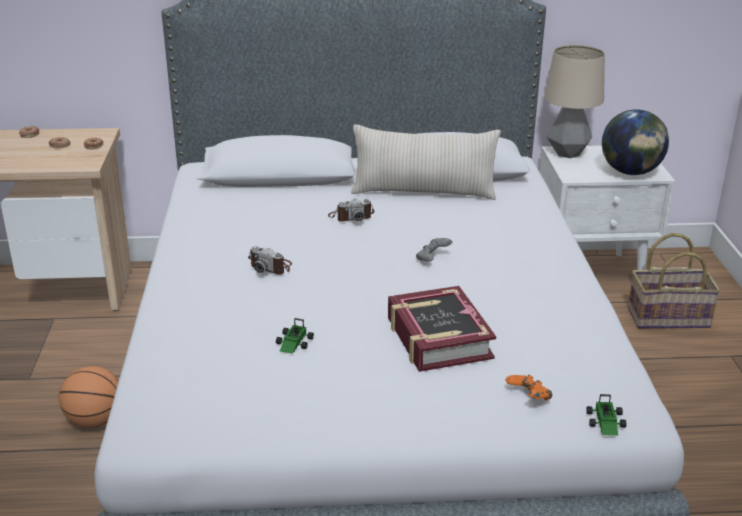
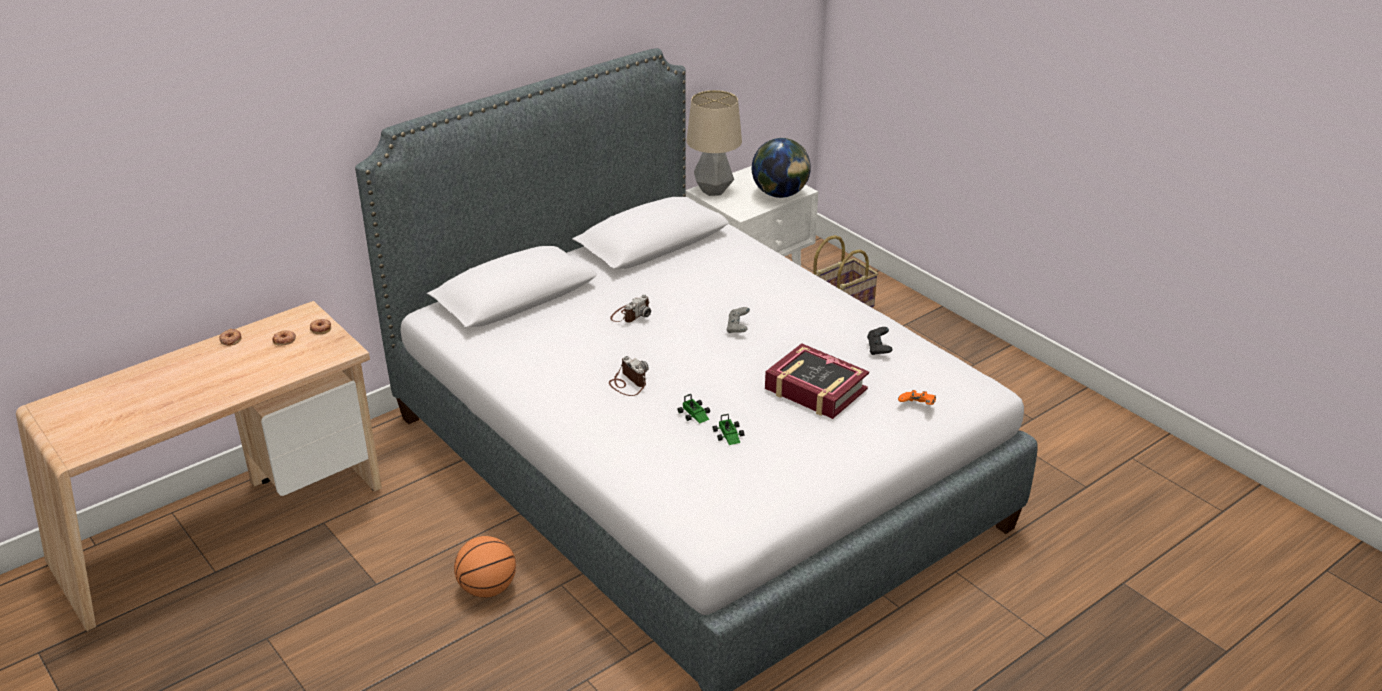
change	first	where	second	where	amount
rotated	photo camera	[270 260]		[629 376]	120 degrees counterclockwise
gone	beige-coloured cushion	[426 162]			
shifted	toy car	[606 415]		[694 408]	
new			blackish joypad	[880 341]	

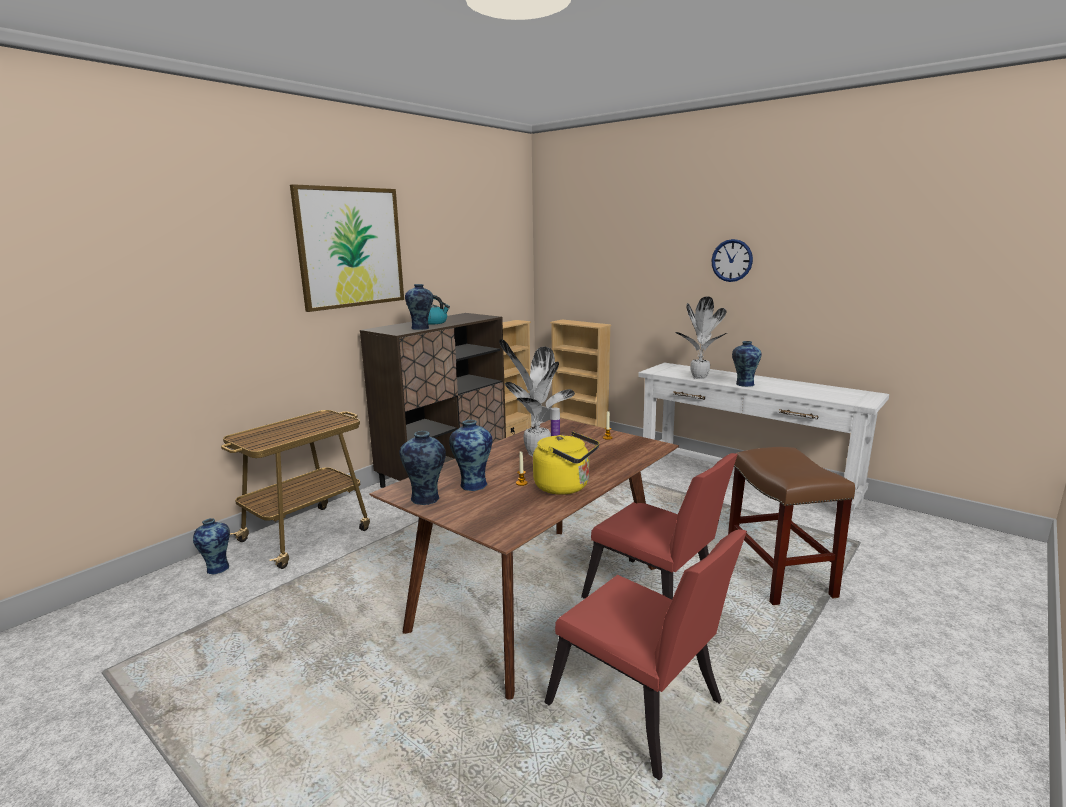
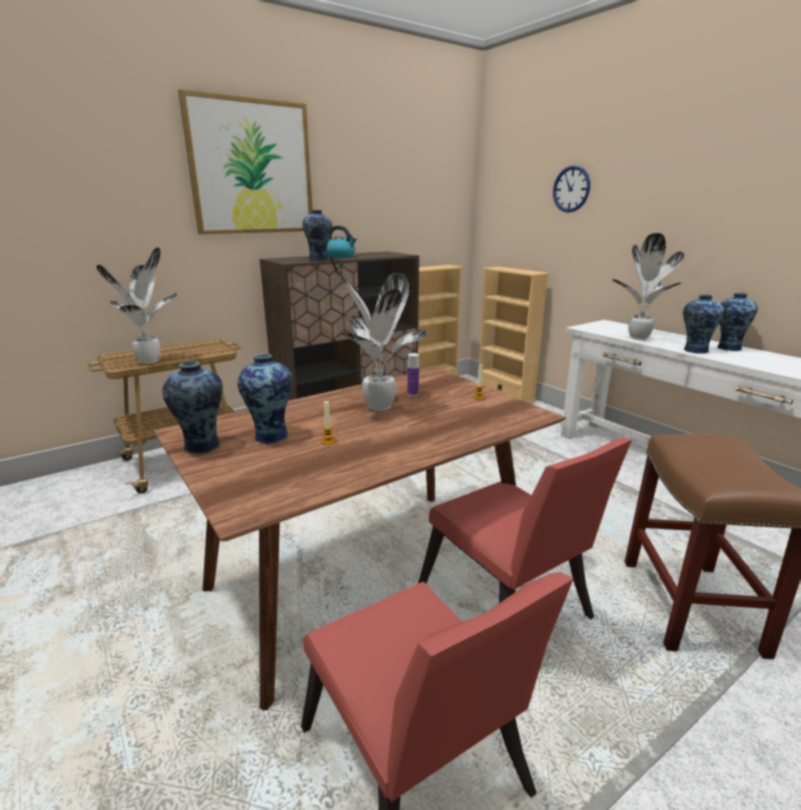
change	first	where	second	where	amount
shifted	decorative vase	[211 546]		[737 322]	
gone	yellow-coloured kettle	[566 463]			
shifted	hanging clock	[732 260]		[571 188]	
new			potted plant	[137 306]	

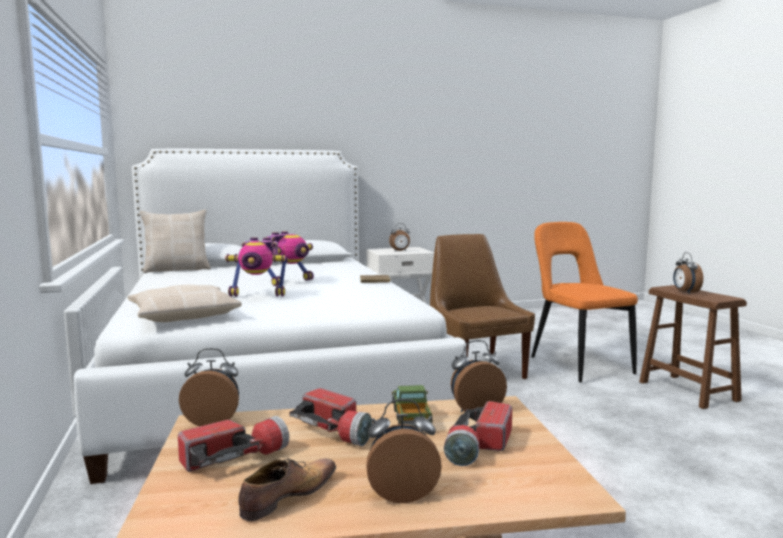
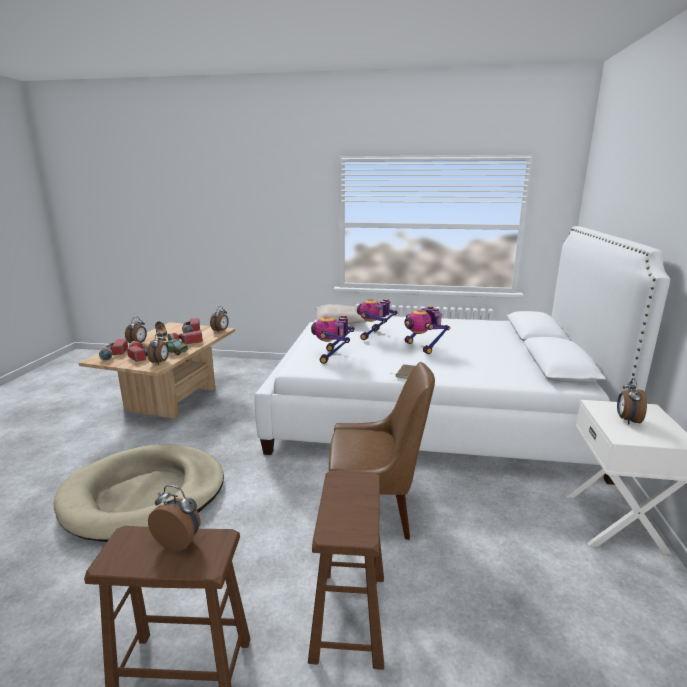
change	first	where	second	where	amount
gone	beige-coloured cushion	[175 241]			
swapped	orange plain chair	[584 302]	brownish stool	[346 570]	
new			beige-coloured pet bed	[139 493]	
new			hand torch	[113 350]	
new			toy robot	[333 339]	

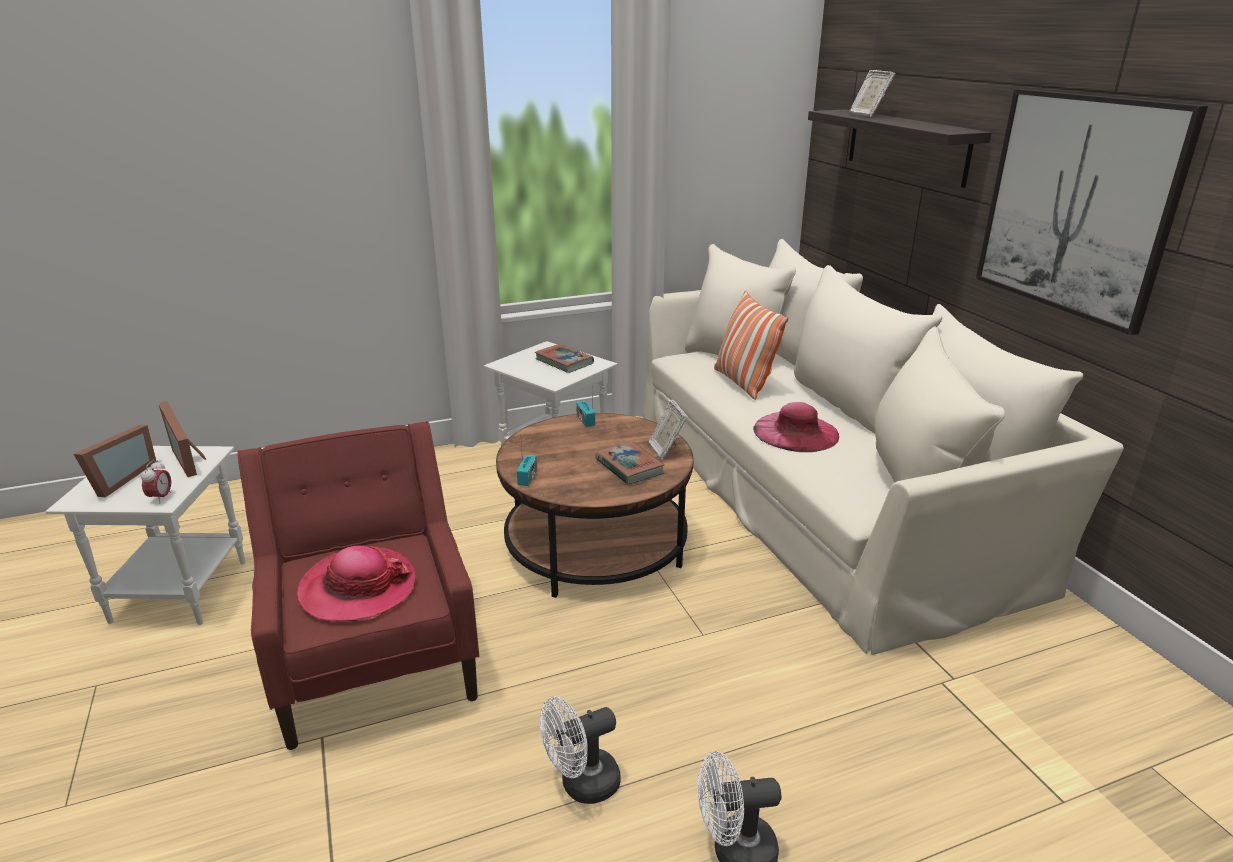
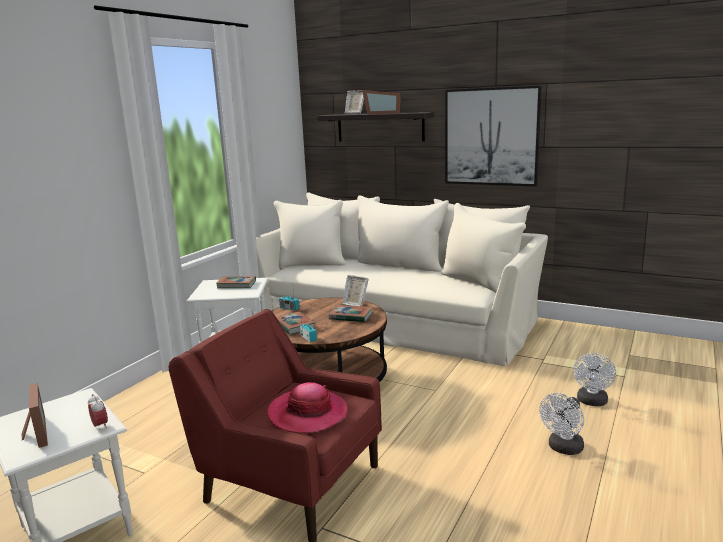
change	first	where	second	where	amount
shifted	photo frame	[182 439]		[381 102]	
shifted	white-coloured cooling fan	[580 750]		[594 379]	
gone	cushion	[751 345]			
gone	pink clothing hat	[796 427]			
new			volume	[295 323]	

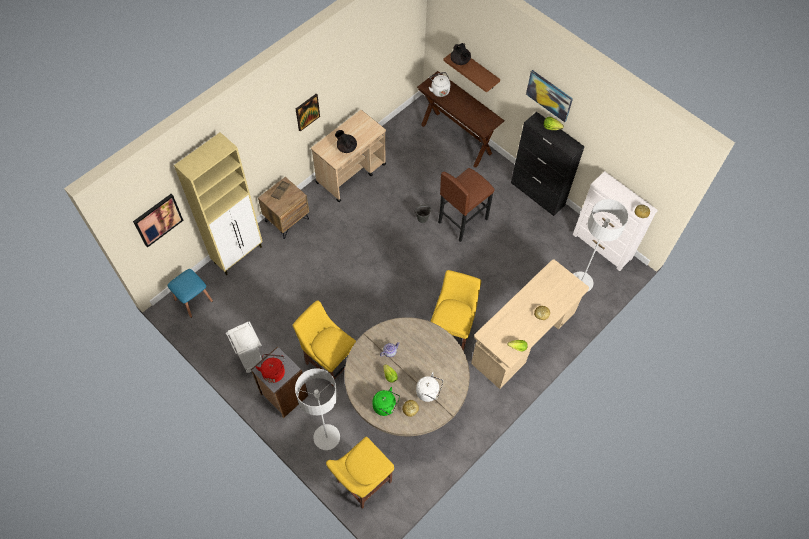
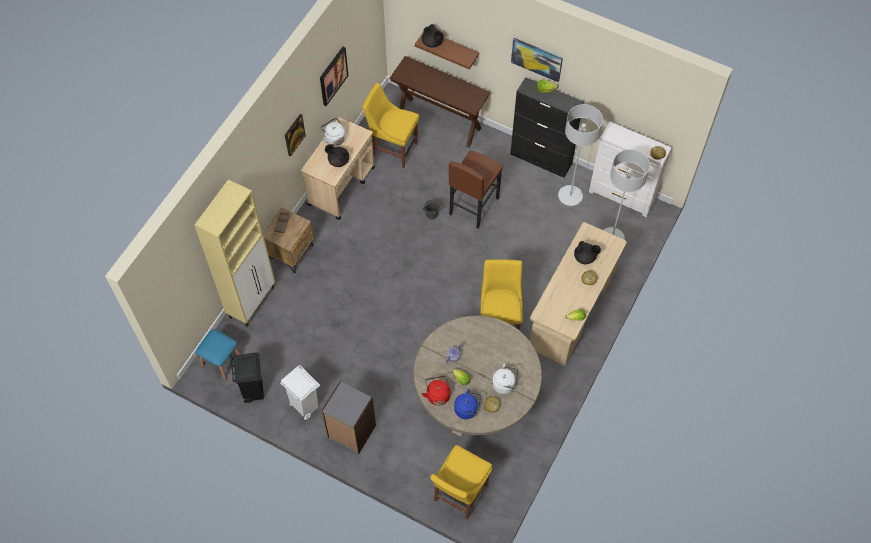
change	first	where	second	where	amount
shifted	wall picture	[158 221]		[334 76]	
shifted	red-coloured kettle	[270 368]		[436 391]	
shifted	yellow-coloured plain chair	[324 343]		[390 125]	
shifted	grey standing lamp	[317 409]		[580 155]	
repainted	greenish kettle	[386 401]	blue kettle	[467 404]	
shifted	white-coloured kettle	[439 84]		[333 132]	
new			blackish waste bin	[247 377]	
new			blackish tea pot	[587 252]	

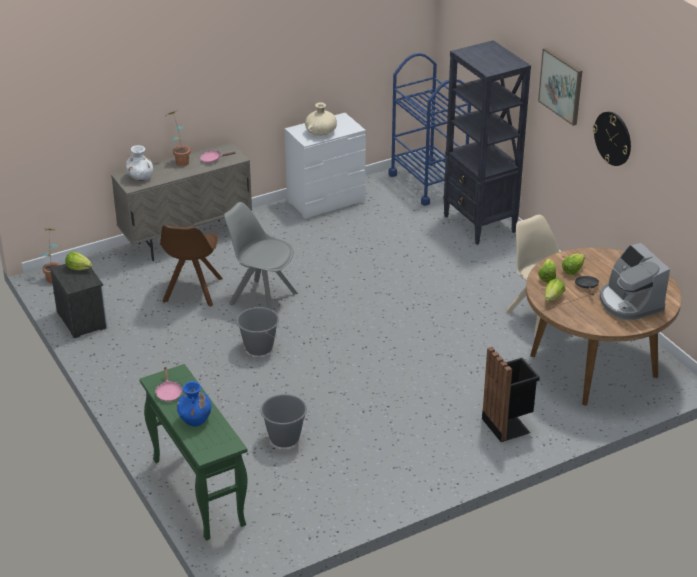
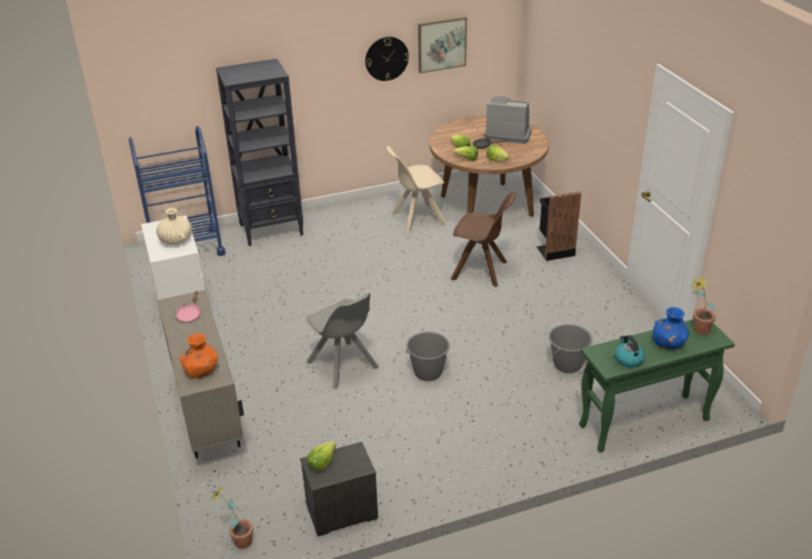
change	first	where	second	where	amount
repainted	white-coloured decorative vase	[139 163]	orange decorative vase	[198 355]	
swapped	pink pan	[168 384]	kettle	[630 351]	
shifted	brownish plain chair	[191 266]		[483 239]	
shifted	potted plant	[179 138]		[703 305]	
rotated	grey plain chair	[261 256]		[342 341]	75 degrees counterclockwise
shifted	wall picture	[560 86]		[442 45]	
rotated	coffee maker	[635 281]		[508 120]	150 degrees counterclockwise

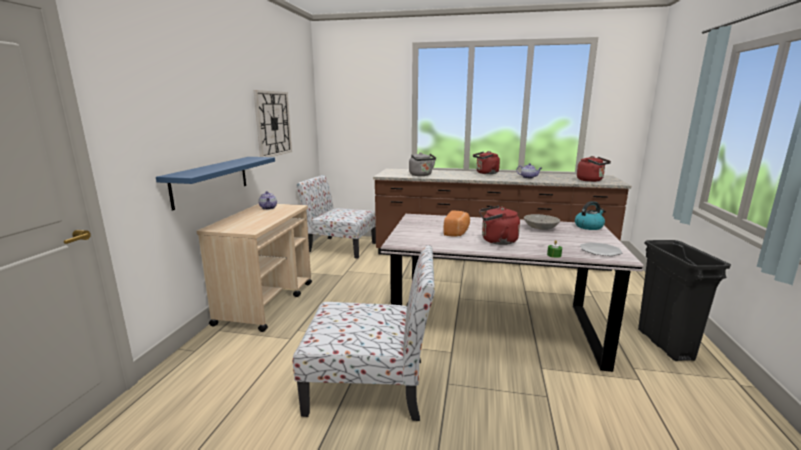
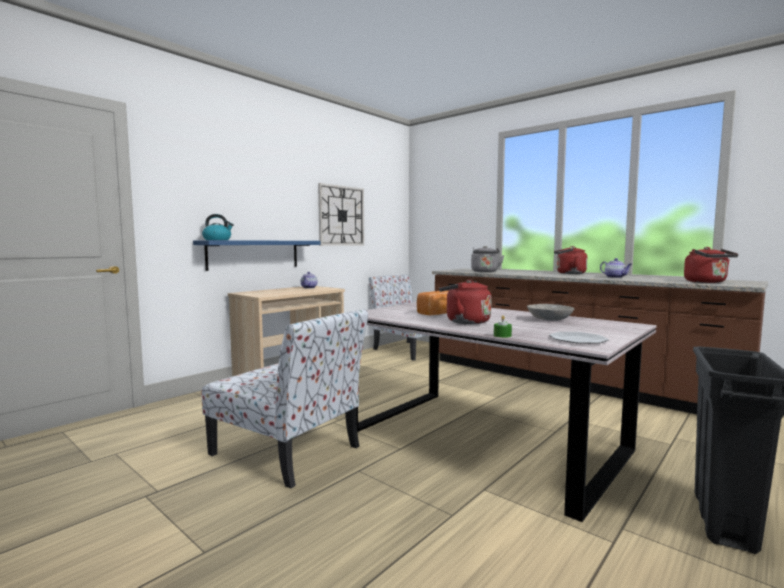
change	first	where	second	where	amount
shifted	kettle	[590 215]		[218 227]	

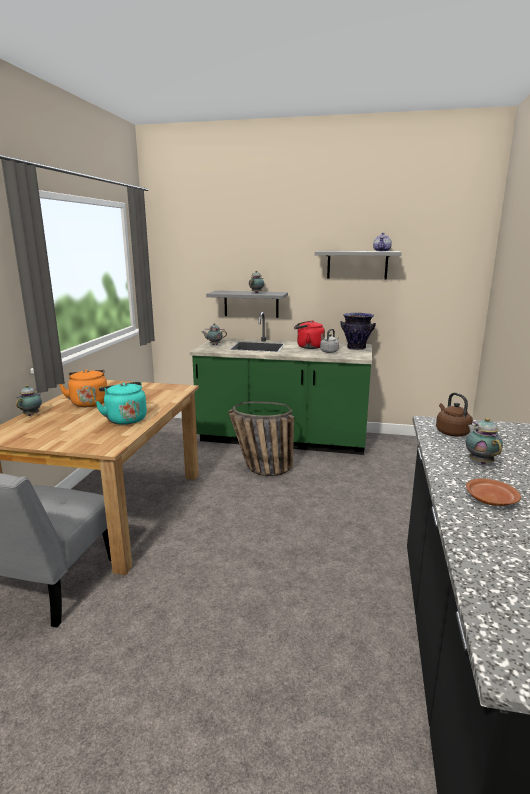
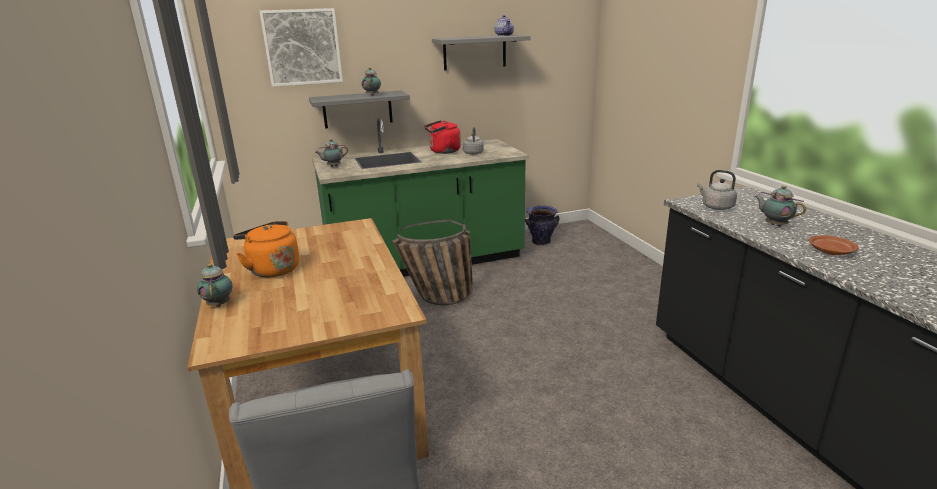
change	first	where	second	where	amount
gone	turquoise kettle	[121 403]			
shifted	decorative vase	[358 331]		[542 225]	
repainted	brownish kettle	[454 414]	grey kettle	[717 190]	
new			wall picture	[301 47]	

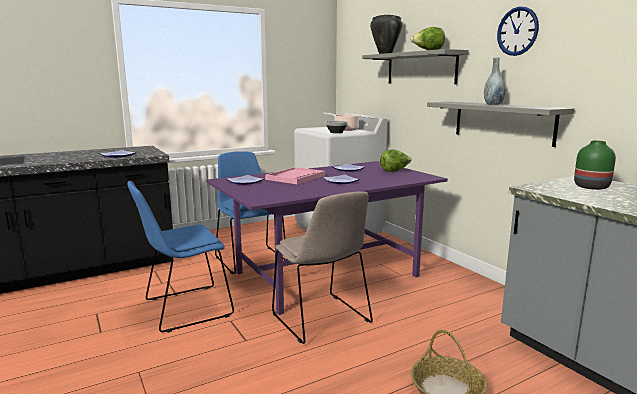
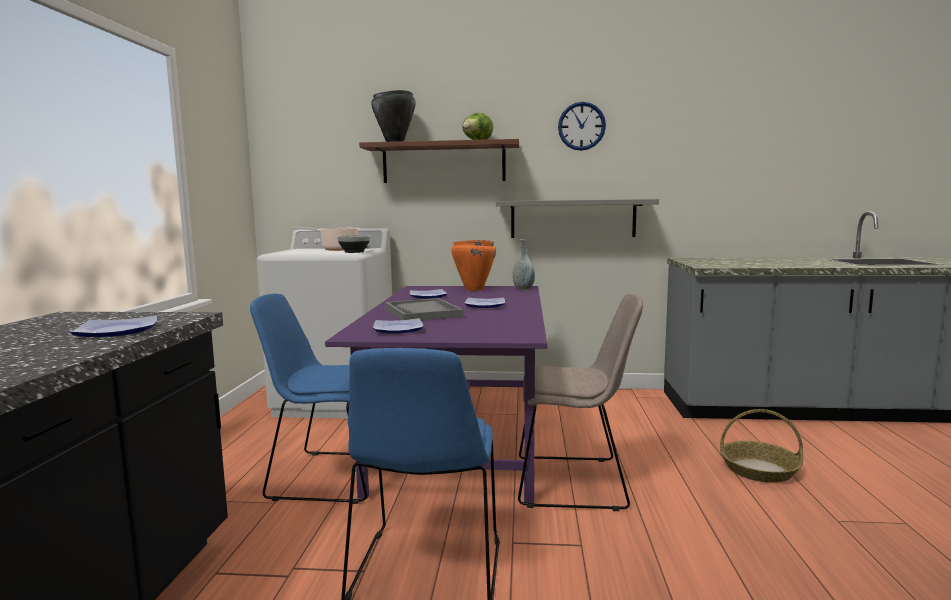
change	first	where	second	where	amount
repainted	pink serving tray	[295 175]	grey serving tray	[424 309]	
repainted	grey shelf	[415 66]	brownish shelf	[439 161]	
swapped	lettuce head	[396 161]	orange cooking pot	[473 265]	
shifted	grey decorative vase	[494 81]		[524 264]	
gone	greenish decorative vase	[595 165]			

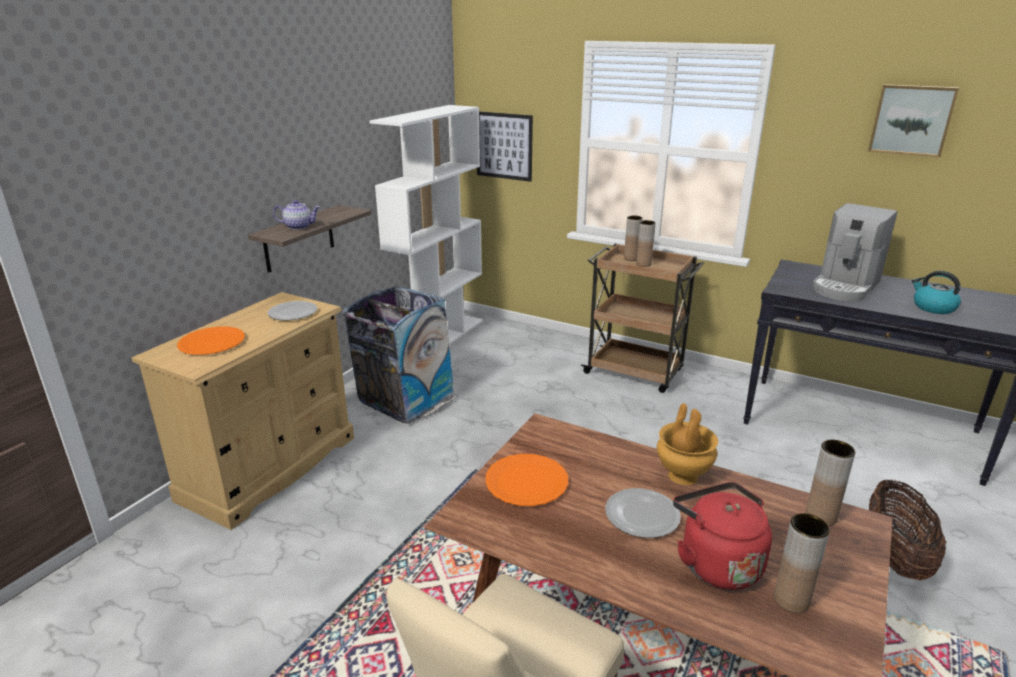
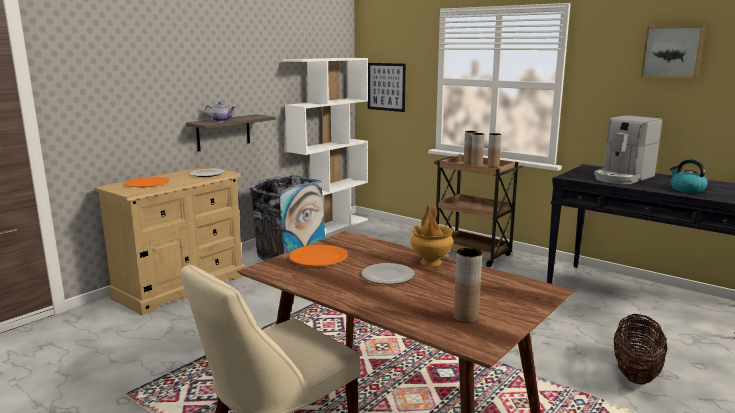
change	first	where	second	where	amount
gone	red-coloured kettle	[722 536]			
shifted	brownish decorative vase	[830 483]		[494 150]	

